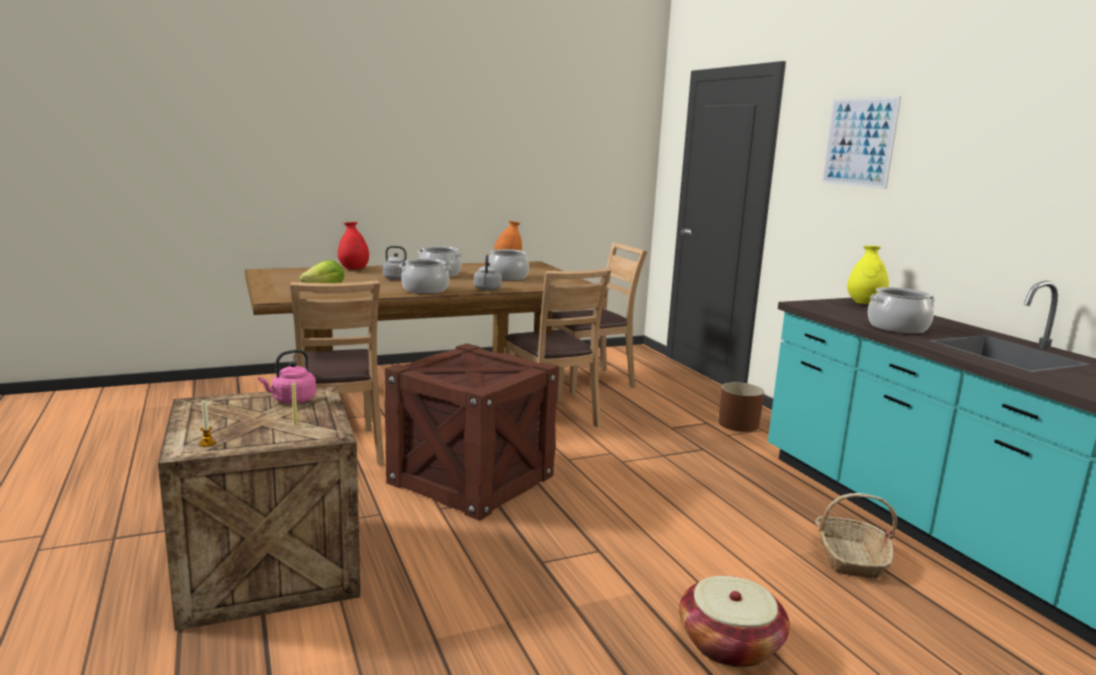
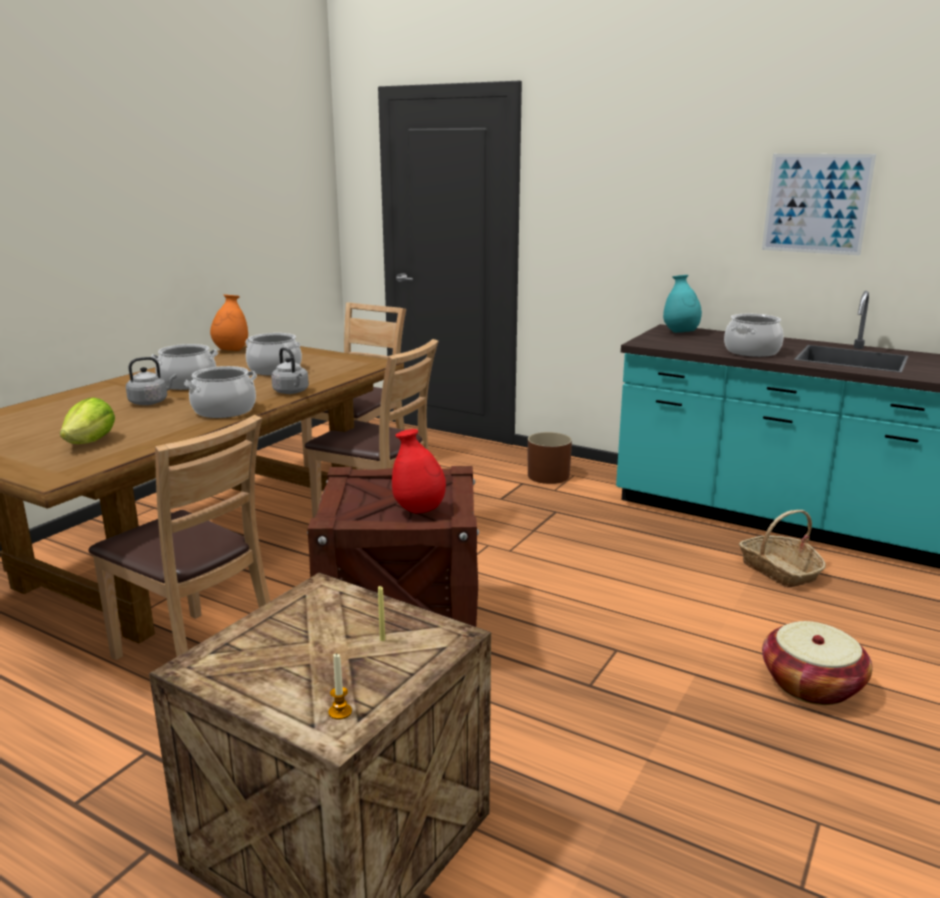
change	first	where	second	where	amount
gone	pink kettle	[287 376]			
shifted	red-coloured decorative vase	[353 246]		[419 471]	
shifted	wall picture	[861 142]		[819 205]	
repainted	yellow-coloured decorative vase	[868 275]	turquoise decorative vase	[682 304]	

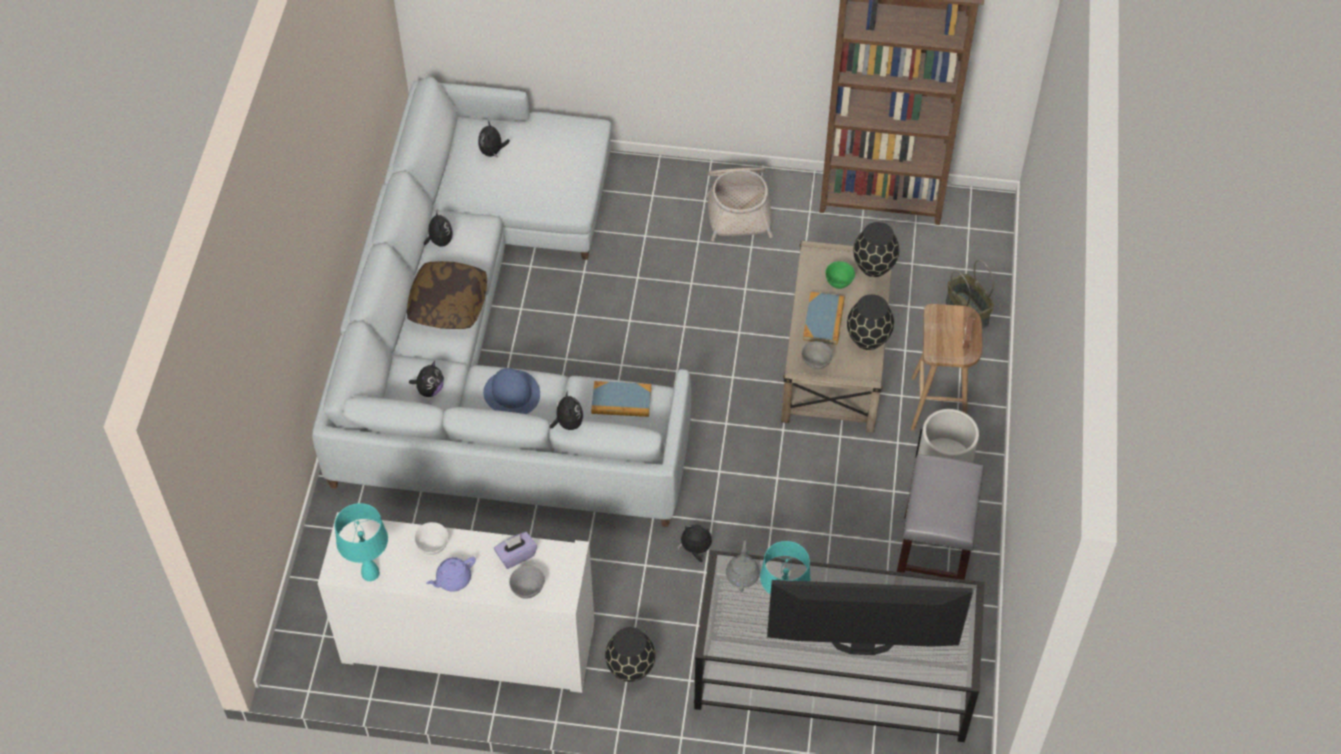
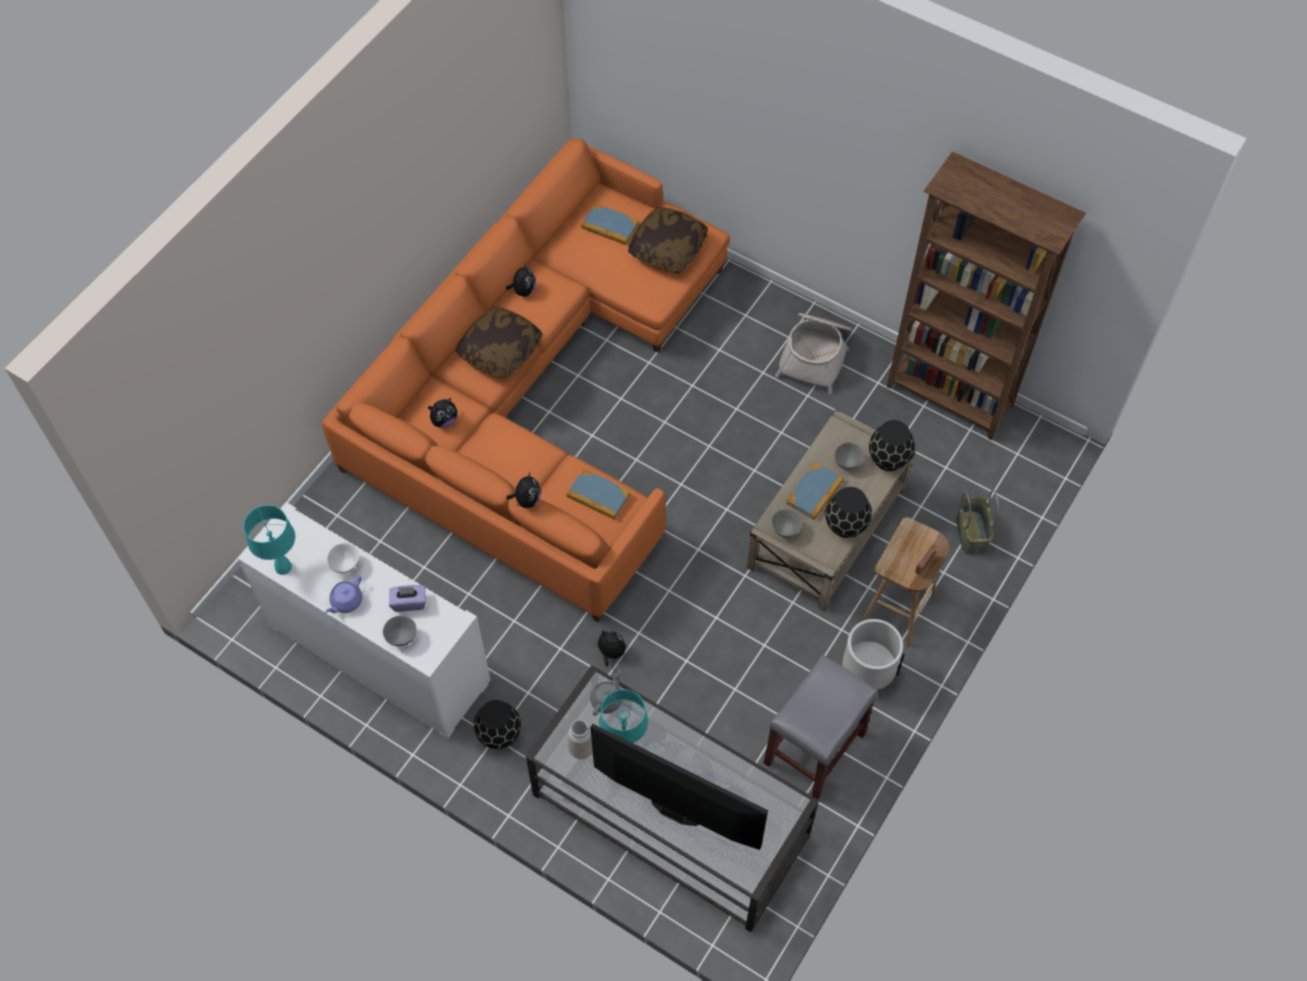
change	first	where	second	where	amount
repainted	grey couch	[501 302]	orange couch	[526 380]	
rotated	purple-coloured tea pot	[451 574]		[343 594]	45 degrees counterclockwise
swapped	cuddly toy	[494 139]	volume	[610 224]	
gone	blue clothing hat	[511 391]			
repainted	greenish deep dish	[840 275]	grey deep dish	[849 456]	
new			decorative vase	[580 739]	
new			cushion	[668 240]	

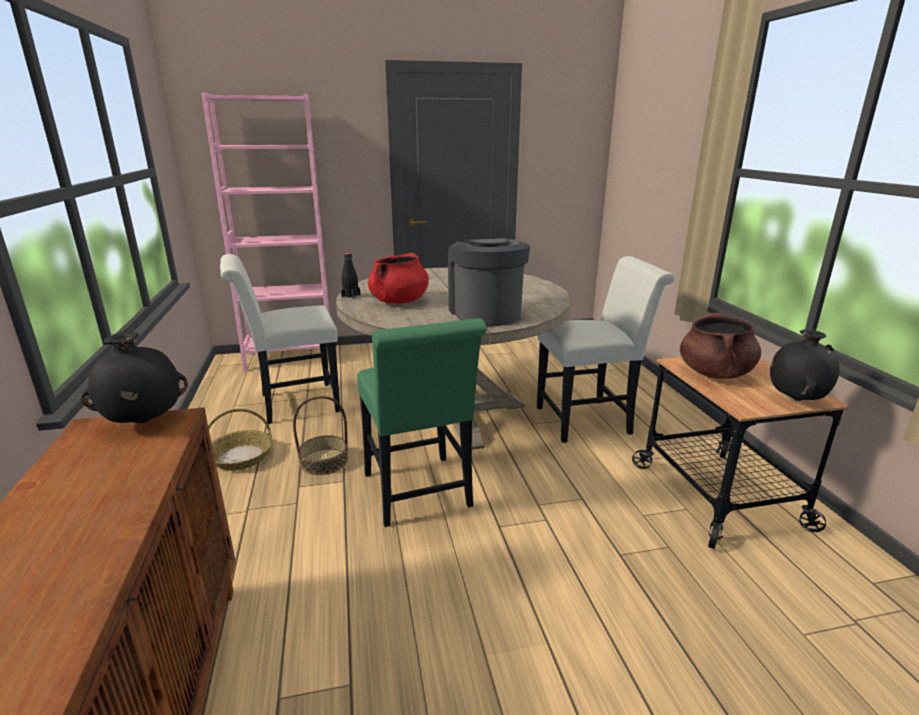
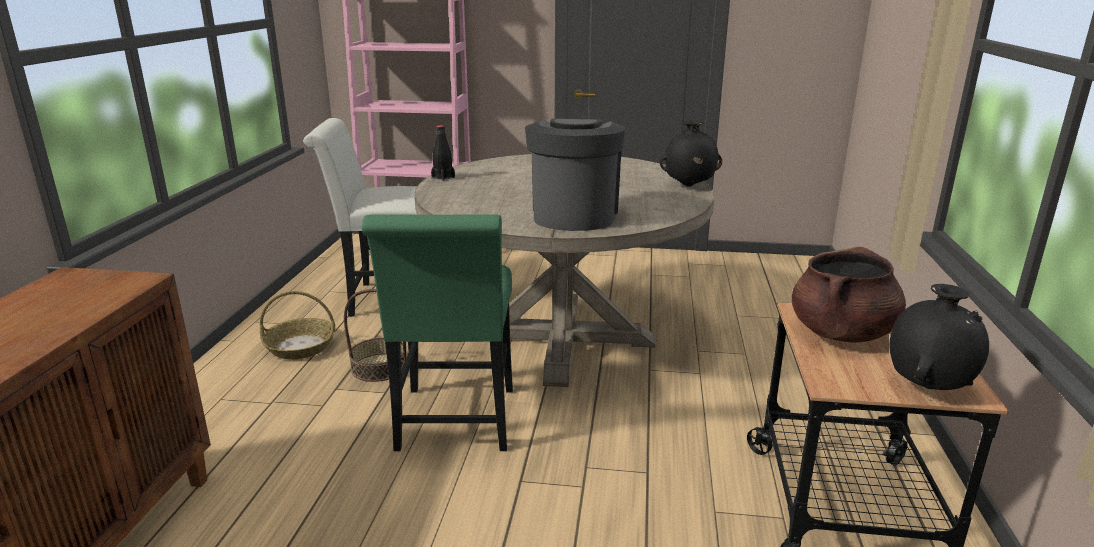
change	first	where	second	where	amount
shifted	blackish decorative vase	[134 377]		[691 153]	
gone	red-coloured cooking pot	[398 278]			
gone	white-coloured plain chair	[606 349]			

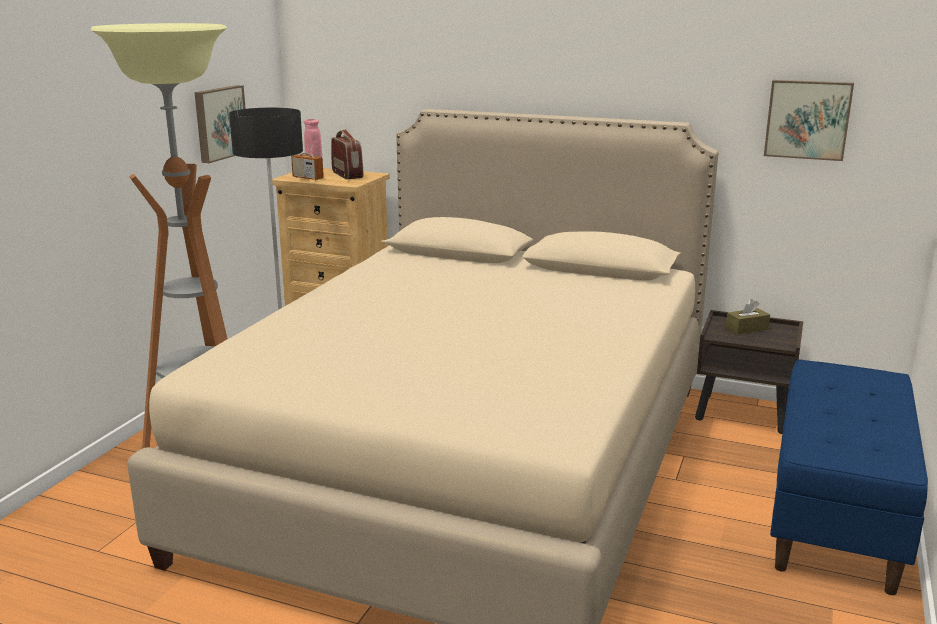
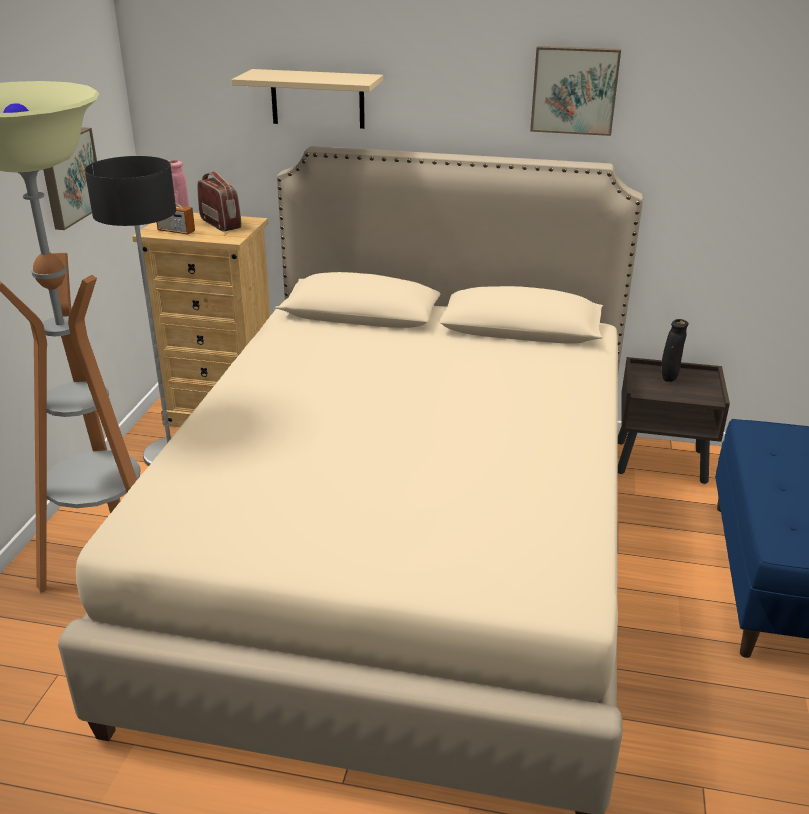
change	first	where	second	where	amount
swapped	brownish tissue holder	[748 316]	blackish decorative vase	[675 350]	
shifted	wall picture	[809 120]		[575 91]	
new			beige-coloured shelf	[307 99]	

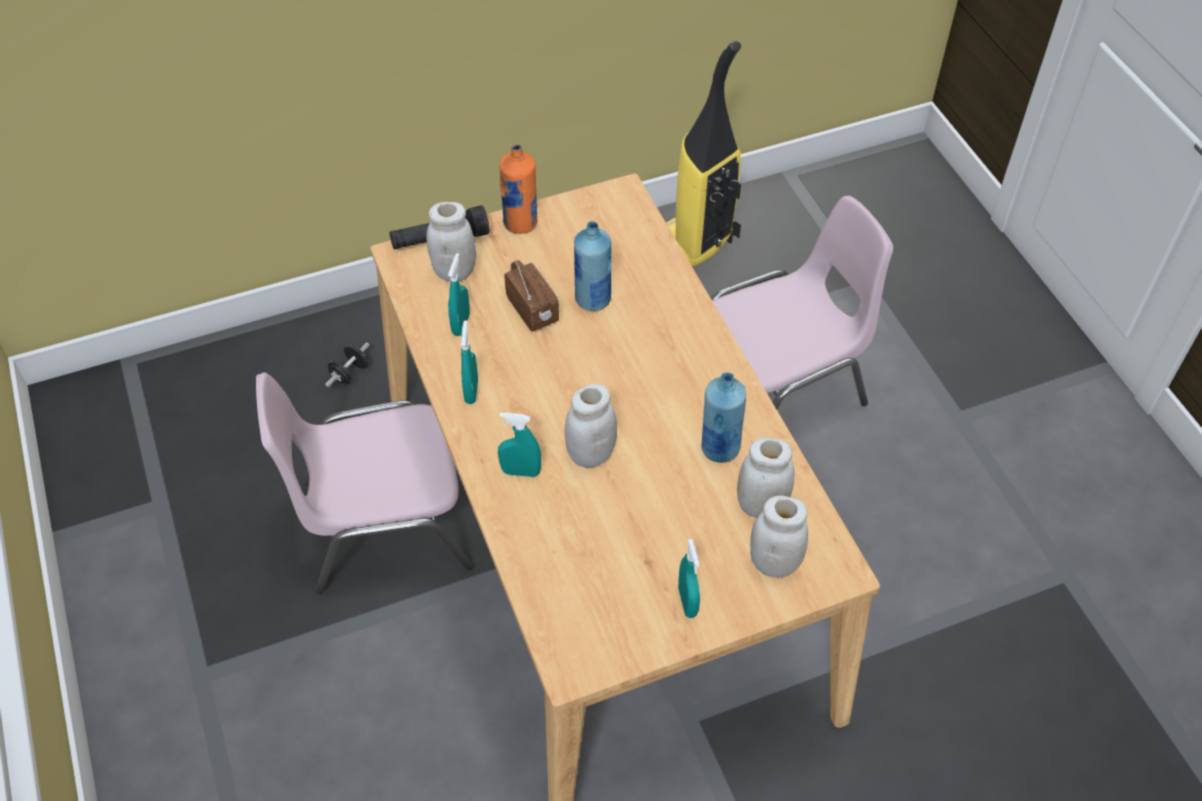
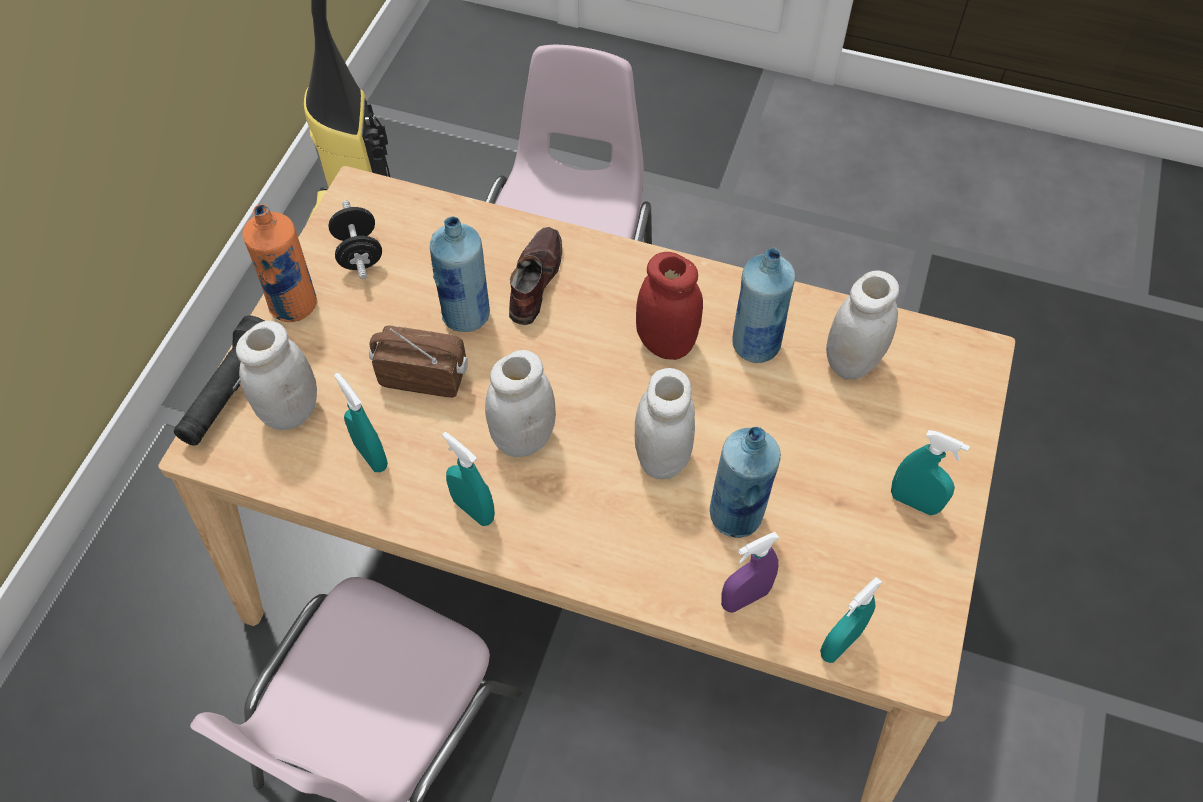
change	first	where	second	where	amount
shifted	blackish hand weight	[347 365]		[355 239]	
shifted	turquoise hand sprayer	[519 445]		[851 620]	
shifted	white-coloured preserve jar	[779 537]		[520 403]	
new			brownish low shoe	[535 276]	
new			red-coloured preserve jar	[669 306]	
new			blue beverage bottle	[745 482]	
new			purple-coloured hand sprayer	[750 572]	

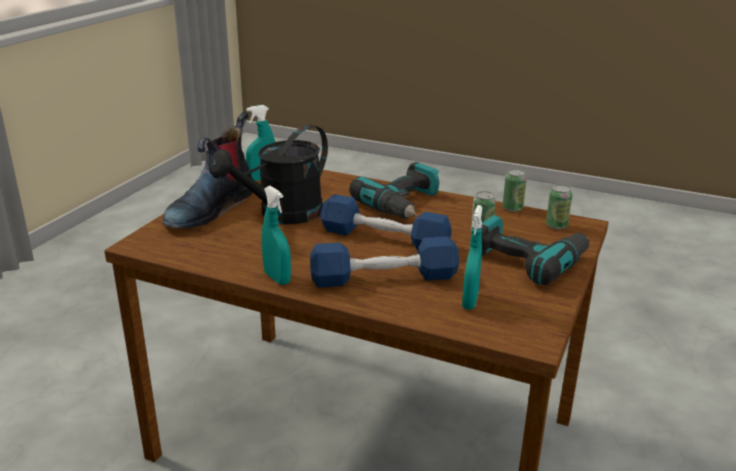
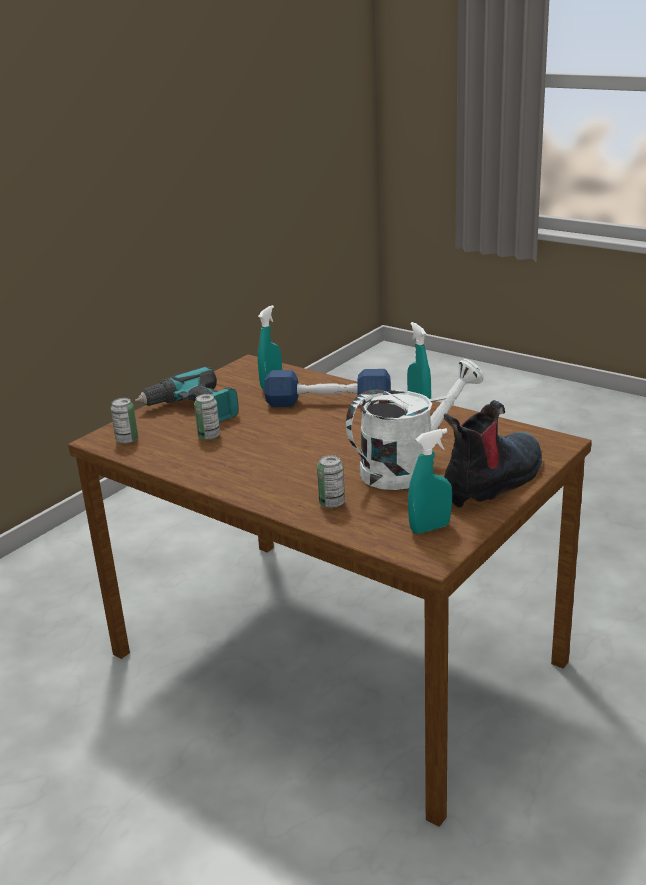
change	first	where	second	where	amount
repainted	blackish watering can	[268 174]	white-coloured watering can	[415 424]	
gone	blue hand weight	[386 222]			
gone	power drill	[394 190]			
shifted	sealed can	[514 190]		[331 481]	

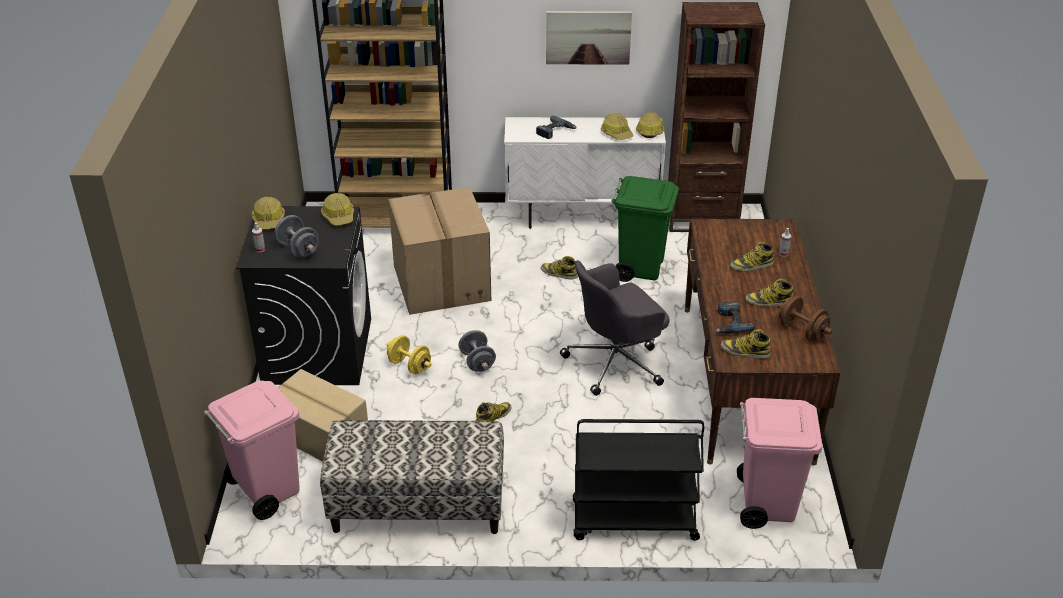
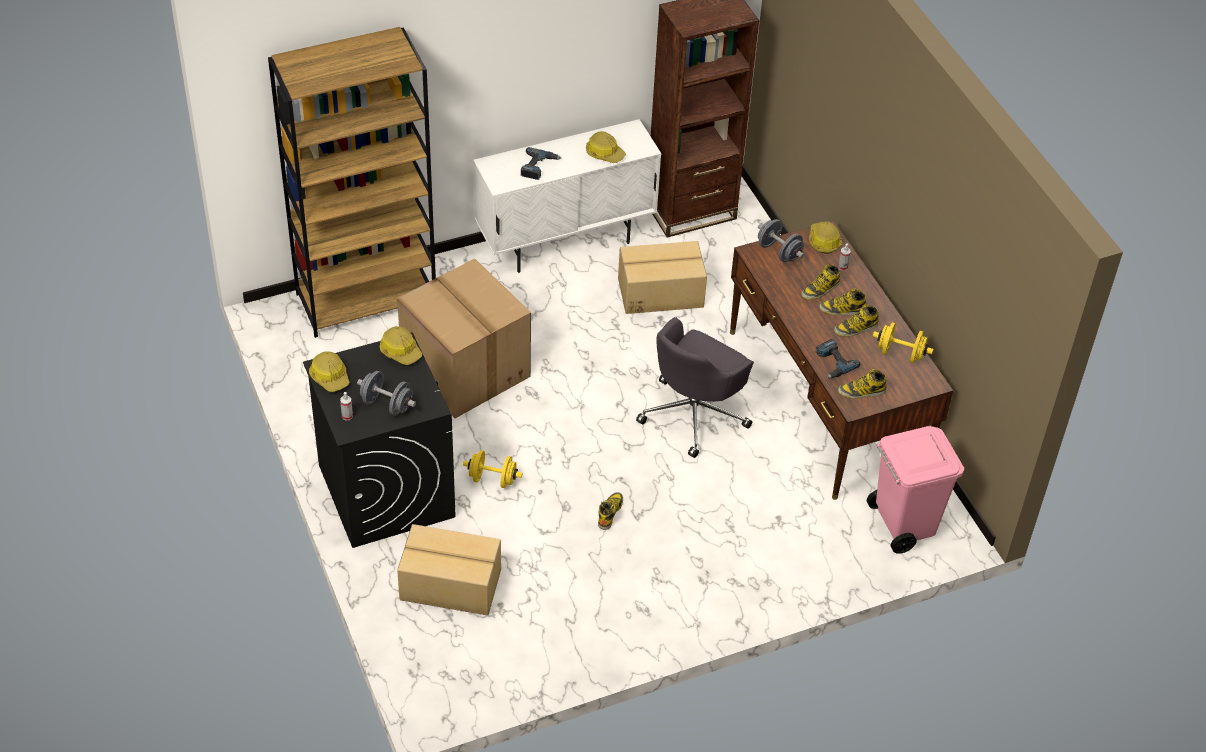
change	first	where	second	where	amount
gone	pink waste bin	[252 450]			
gone	indoor bench	[412 477]			
shifted	grey hand weight	[477 351]		[781 240]	
shifted	tall boot	[559 268]		[842 302]	
gone	wall picture	[589 38]			
gone	blackish cart	[638 480]			
swapped	greenish waste bin	[645 229]	carton	[662 277]	
shifted	hard hat	[650 125]		[825 237]	
repainted	brownish hand weight	[805 318]	yellow-coloured hand weight	[903 342]	

